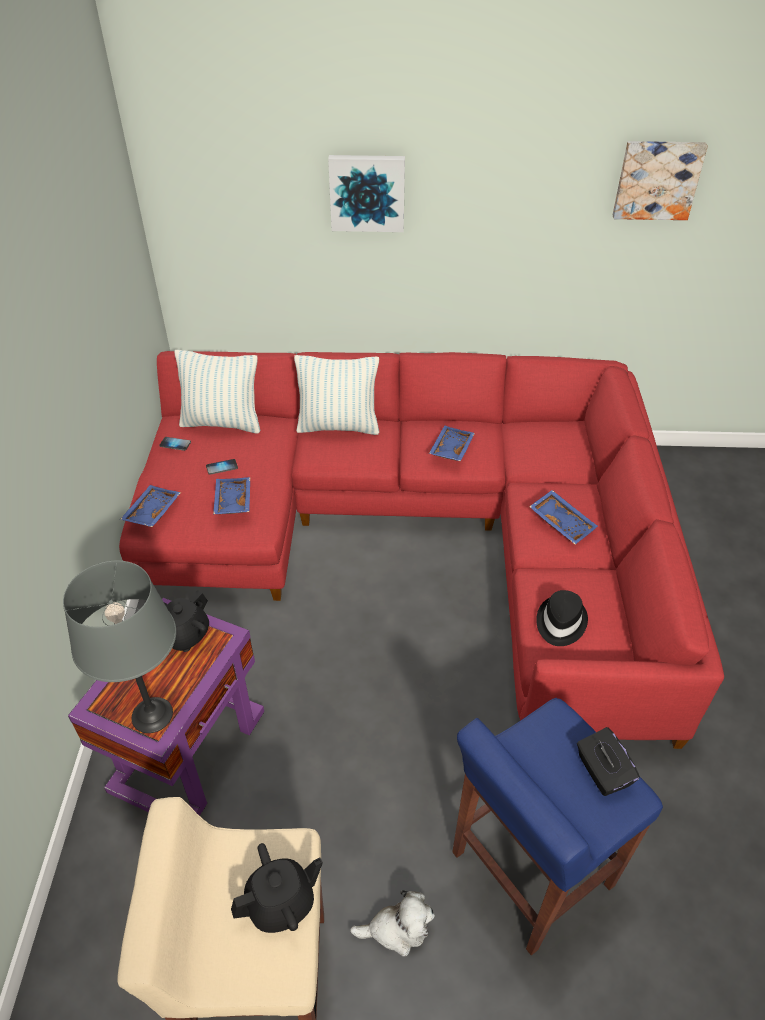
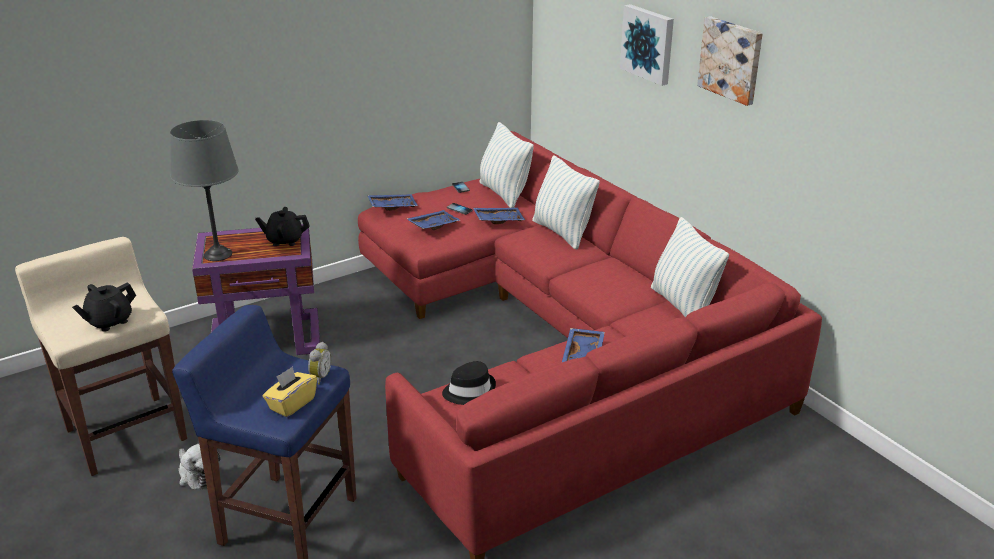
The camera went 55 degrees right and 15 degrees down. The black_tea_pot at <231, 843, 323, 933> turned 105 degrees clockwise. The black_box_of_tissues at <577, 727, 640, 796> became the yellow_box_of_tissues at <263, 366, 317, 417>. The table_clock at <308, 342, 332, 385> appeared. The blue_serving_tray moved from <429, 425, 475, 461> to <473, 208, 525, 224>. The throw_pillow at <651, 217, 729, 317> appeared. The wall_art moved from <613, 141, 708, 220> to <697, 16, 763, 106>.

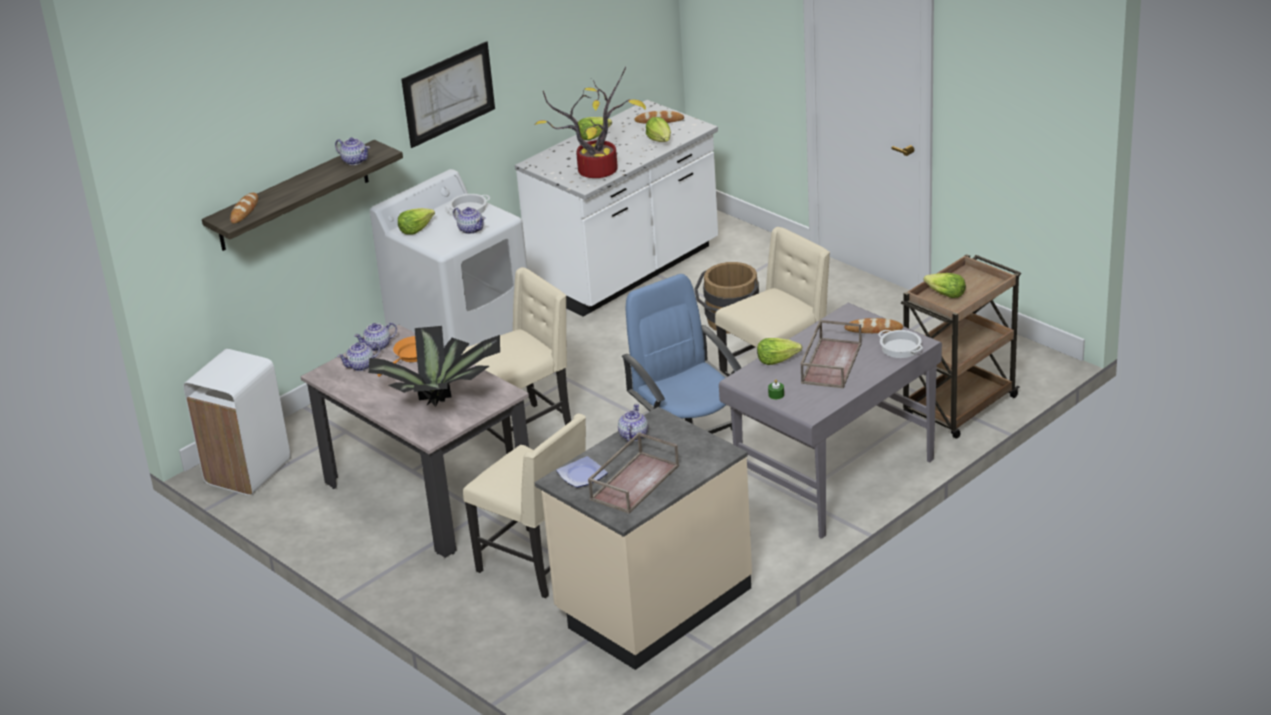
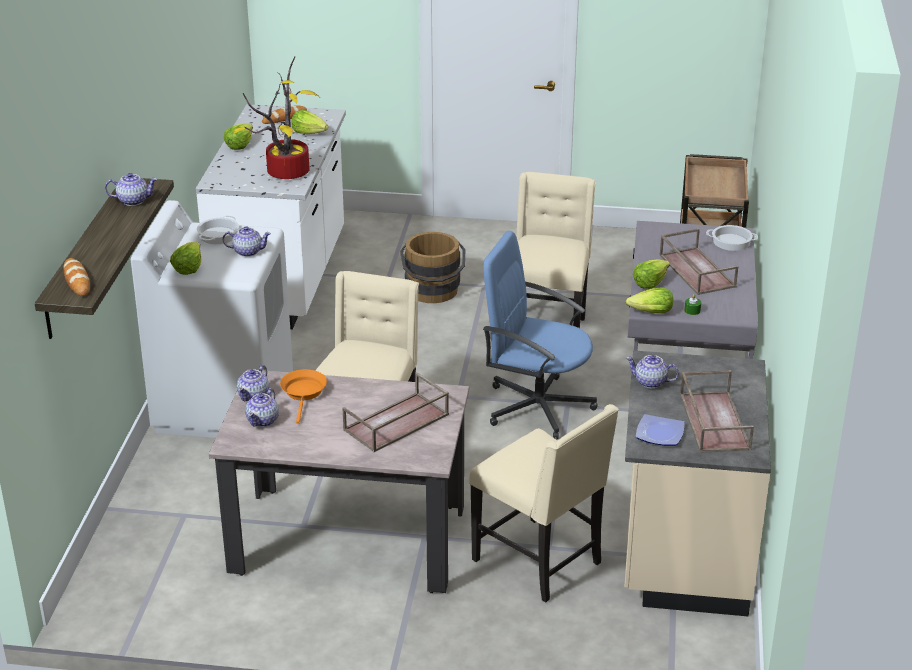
The camera went 40 degrees left and 0 degrees up. The houseplant at <368, 326, 500, 407> was replaced by the brownish_serving_tray at <342, 372, 449, 452>. The beige_chair at <463, 414, 586, 598> turned 45 degrees clockwise. The lettuce moved from <923, 273, 966, 298> to <626, 288, 673, 314>. The tea_pot at <618, 403, 648, 442> turned 45 degrees counterclockwise. The whitish_trash_can at <183, 349, 291, 495> disappeared. The wall_art at <401, 41, 495, 148> disappeared. The bread at <844, 318, 903, 333> disappeared.

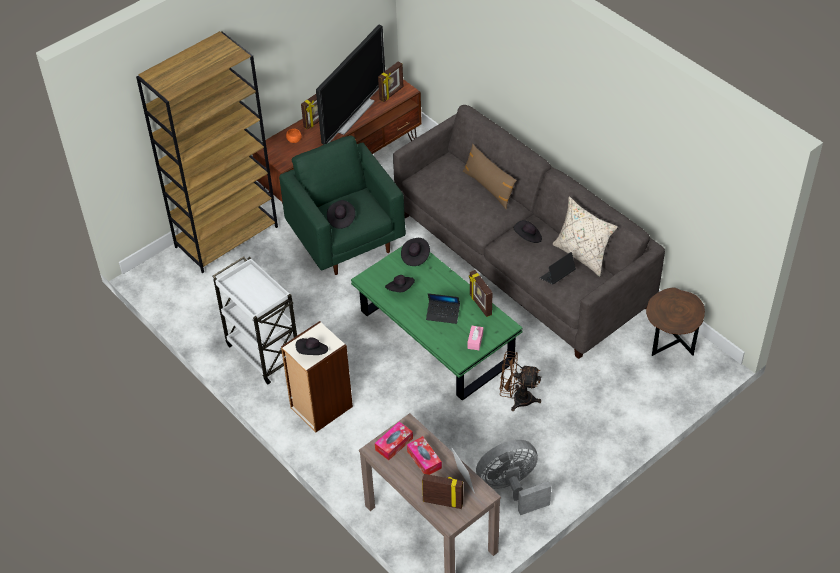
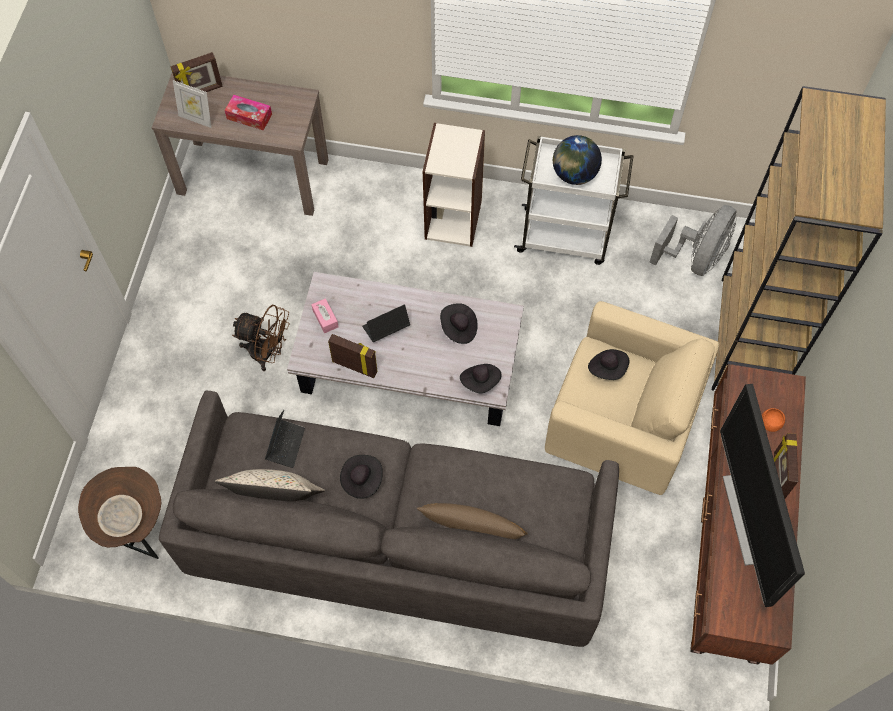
The camera went 140 degrees right and 15 degrees up. The beige_deep_dish at <97, 495, 142, 537> appeared. The brownish_electric_fan at <500, 351, 541, 411> turned 45 degrees clockwise. The greenish_low_table at <351, 246, 523, 401> became the whitish_low_table at <287, 272, 524, 426>. The greenish_armchair at <279, 136, 406, 275> became the beige_armchair at <545, 301, 719, 495>. The desk_globe at <553, 135, 602, 185> appeared. The gray_electric_fan moved from <476, 440, 552, 515> to <650, 205, 737, 276>. The black_hat at <296, 337, 328, 355> disappeared. The box_of_tissues at <375, 422, 413, 460> disappeared. The picture_frame at <378, 61, 403, 102> disappeared.

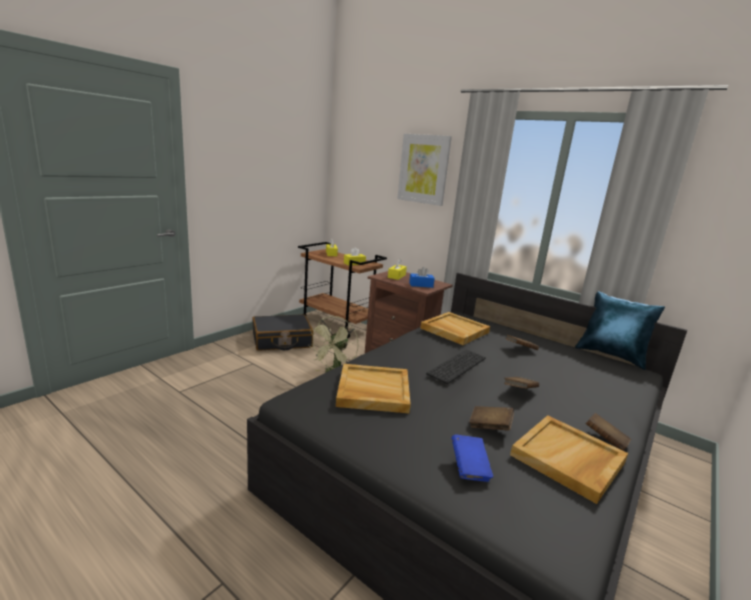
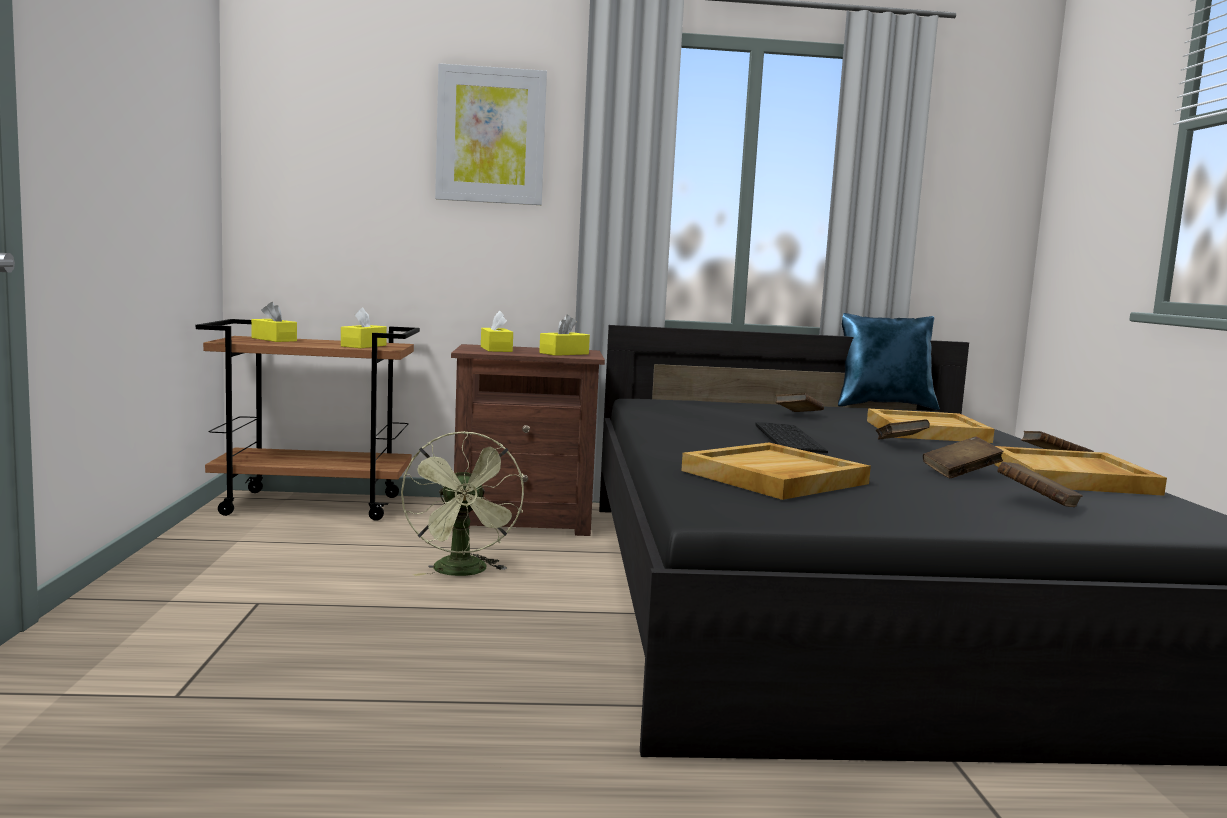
The camera went 40 degrees left and 10 degrees down. The blue_box_of_tissues at <409, 267, 435, 288> became the yellow_box_of_tissues at <539, 315, 590, 356>. The beige_serving_tray moved from <420, 312, 490, 345> to <867, 409, 995, 443>. The blue_book at <451, 434, 493, 482> became the brownish_book at <997, 462, 1083, 507>. The black_piece_of_luggage at <252, 314, 313, 351> disappeared.

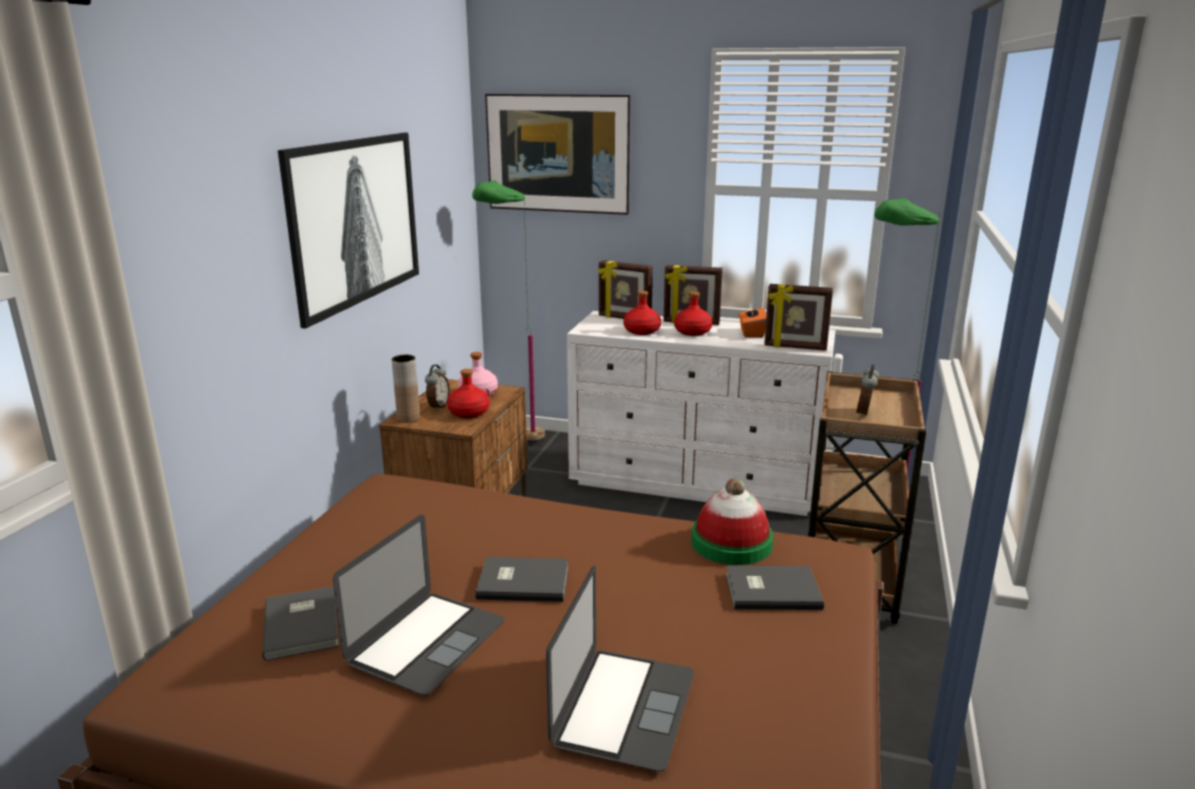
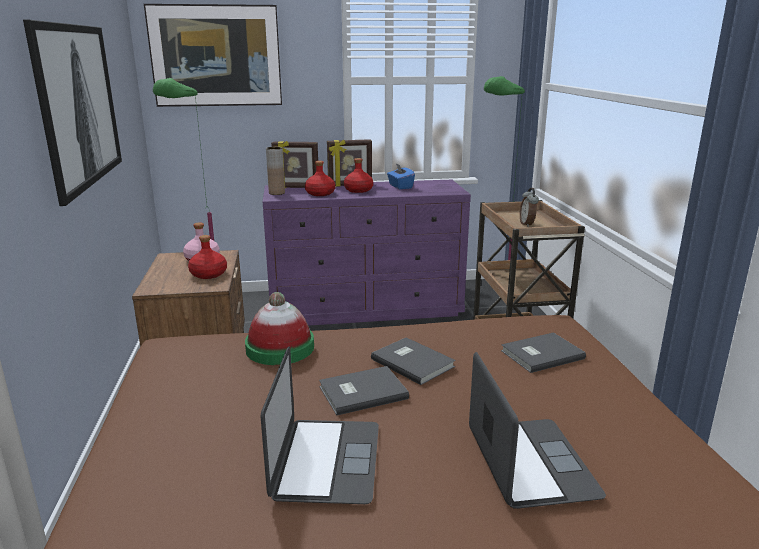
The camera went 25 degrees left and 0 degrees up. The hat moved from <691, 478, 773, 565> to <245, 292, 314, 365>. The whitish_dresser at <567, 311, 836, 516> became the purplish_dresser at <263, 180, 471, 326>. The brownish_decorative_vase moved from <392, 355, 420, 423> to <266, 147, 285, 195>. The gray_book moved from <262, 586, 339, 661> to <371, 337, 456, 385>. The orange_box_of_tissues at <739, 302, 767, 337> became the blue_box_of_tissues at <387, 163, 415, 189>. The table_clock at <425, 364, 450, 411> disappeared. The picture_frame at <764, 284, 833, 351> disappeared.

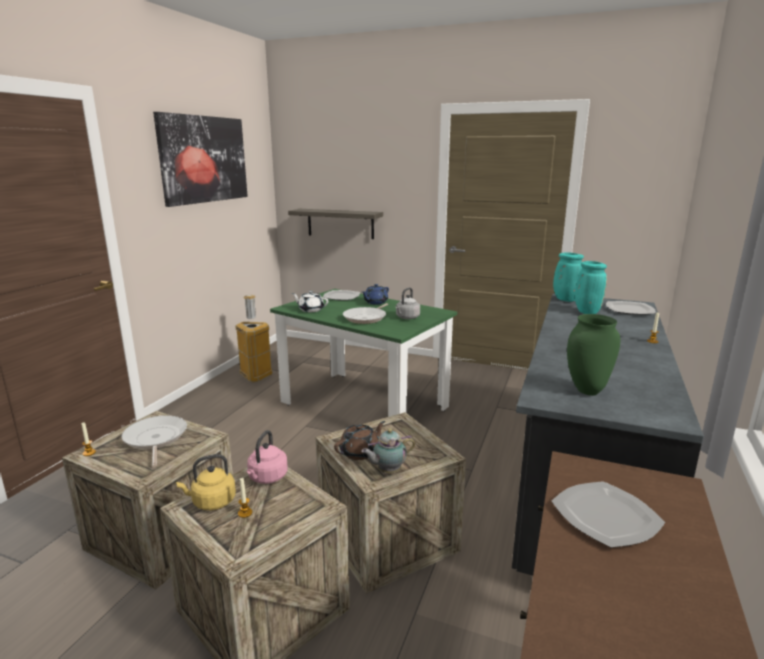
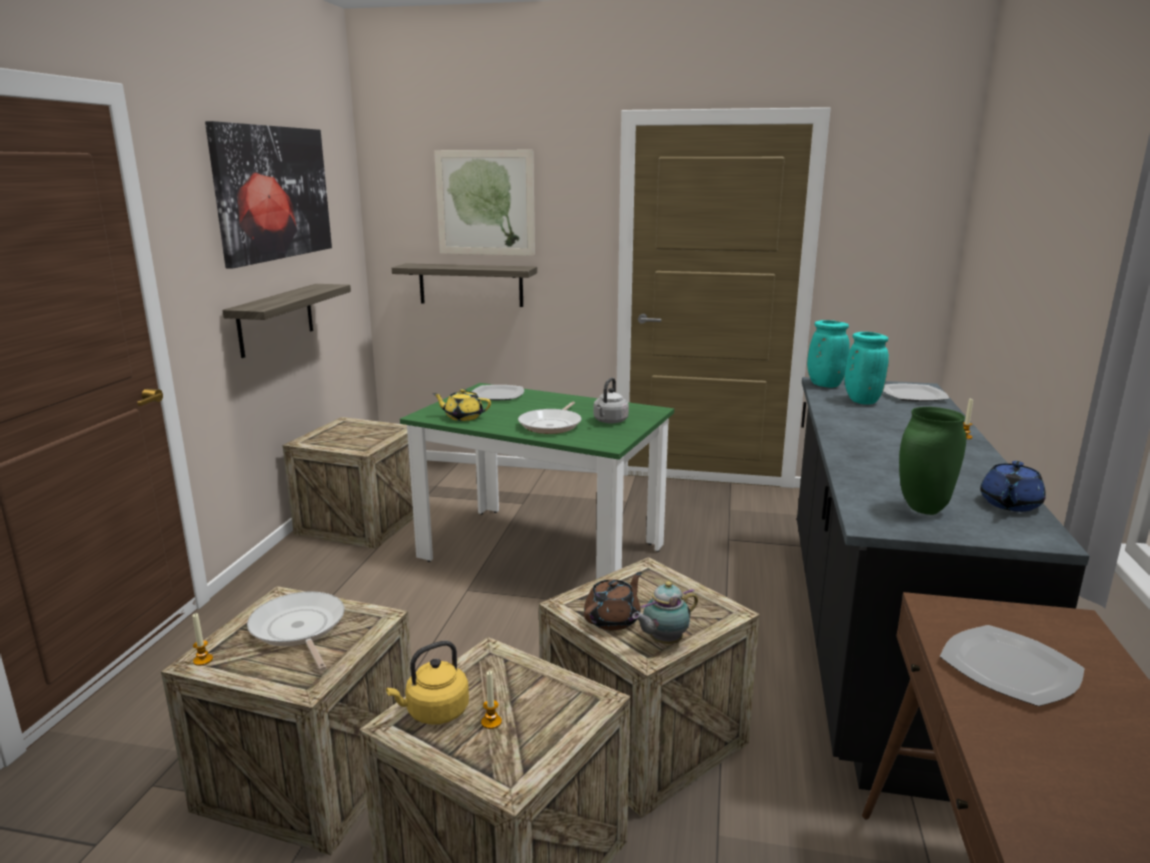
The camera went 10 degrees left and 0 degrees up. The bracket_shelf at <222, 284, 351, 358> appeared. The trash_can at <235, 295, 273, 382> was replaced by the packing_crate at <282, 417, 413, 549>. The whitish_tea_pot at <292, 291, 328, 312> became the yellow_tea_pot at <433, 389, 491, 421>. The wall_art at <434, 150, 535, 256> appeared. The blue_tea_pot moved from <362, 284, 389, 305> to <980, 461, 1046, 512>. The pinkish_water_kettle at <247, 430, 288, 484> disappeared.

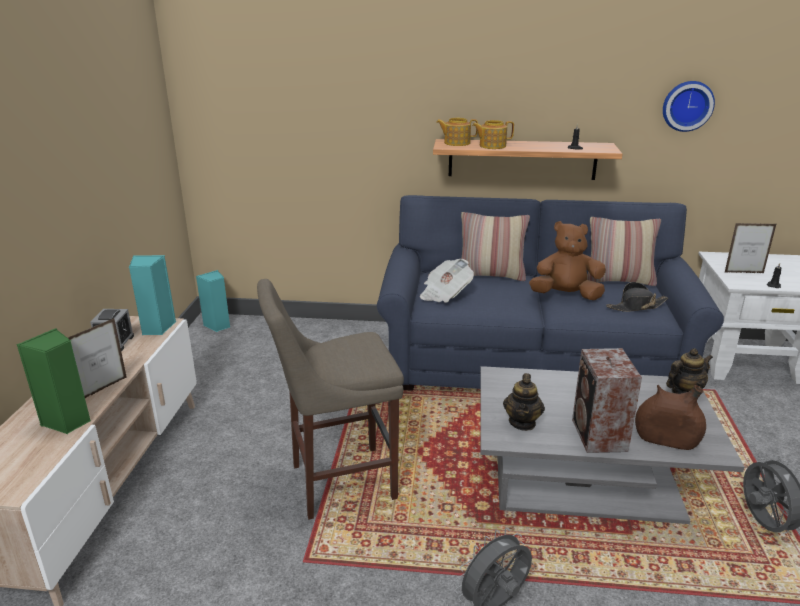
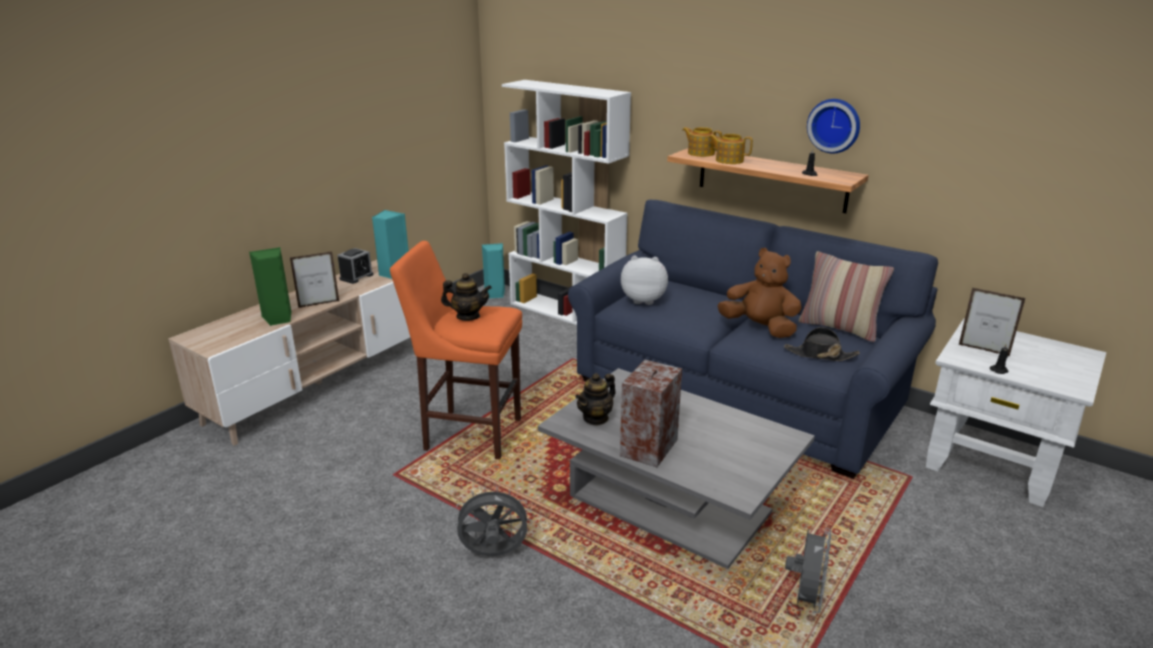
The camera went 30 degrees right and 0 degrees up. The beige_stool_seat at <257, 279, 404, 520> became the orange_stool_seat at <390, 241, 522, 459>. The tea_pot moved from <666, 348, 713, 394> to <441, 273, 492, 321>. The whitish_shelving_unit at <502, 80, 631, 325> appeared. The newspaper at <420, 259, 474, 303> was replaced by the soft_toy at <621, 256, 668, 305>. The hanging_clock moved from <663, 81, 715, 132> to <807, 99, 860, 153>. The throw_pillow at <461, 212, 530, 281> disappeared. The brownish_decorative_vase at <635, 385, 706, 450> disappeared.

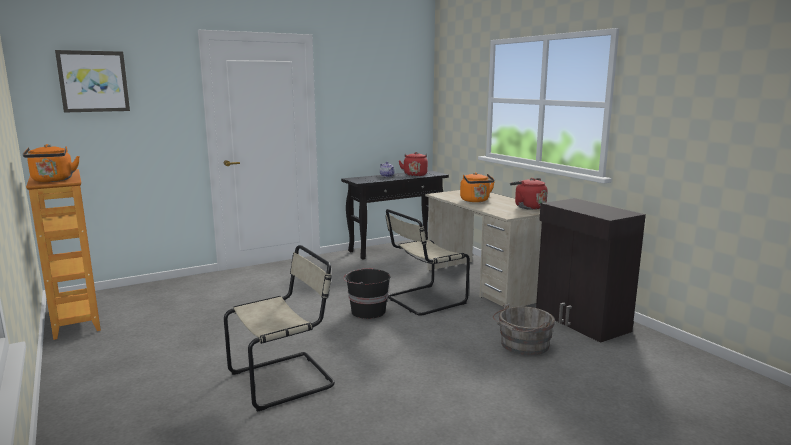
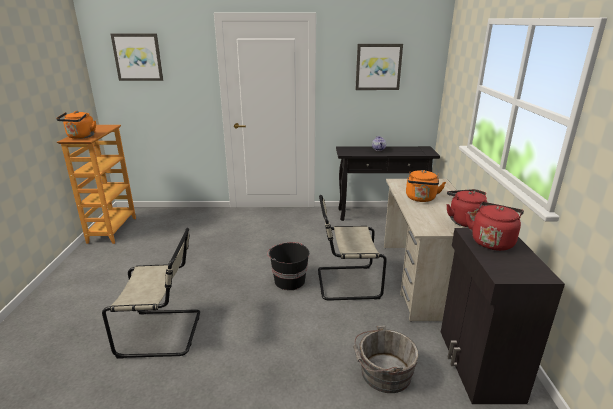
The camera went 30 degrees right and 10 degrees up. The wall_art at <355, 44, 403, 90> appeared. The red_water_kettle moved from <398, 152, 428, 176> to <466, 202, 524, 251>.

